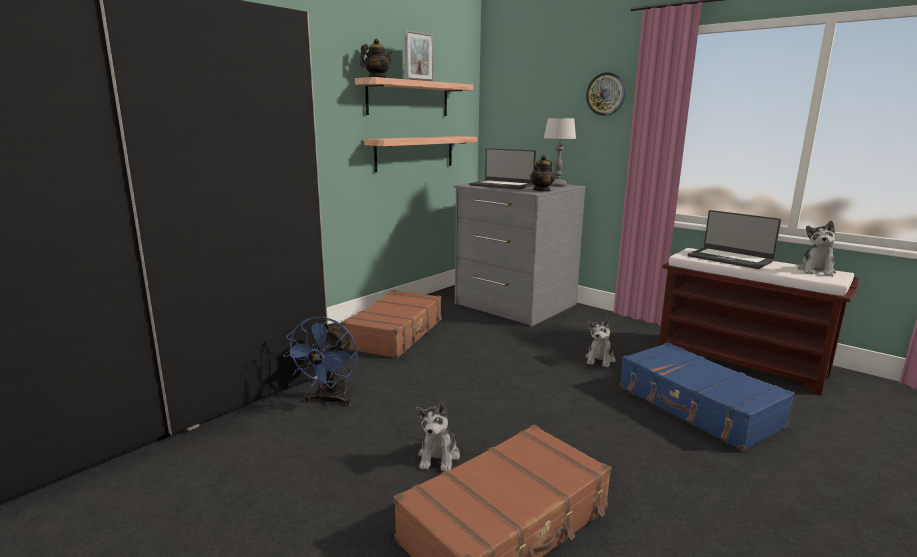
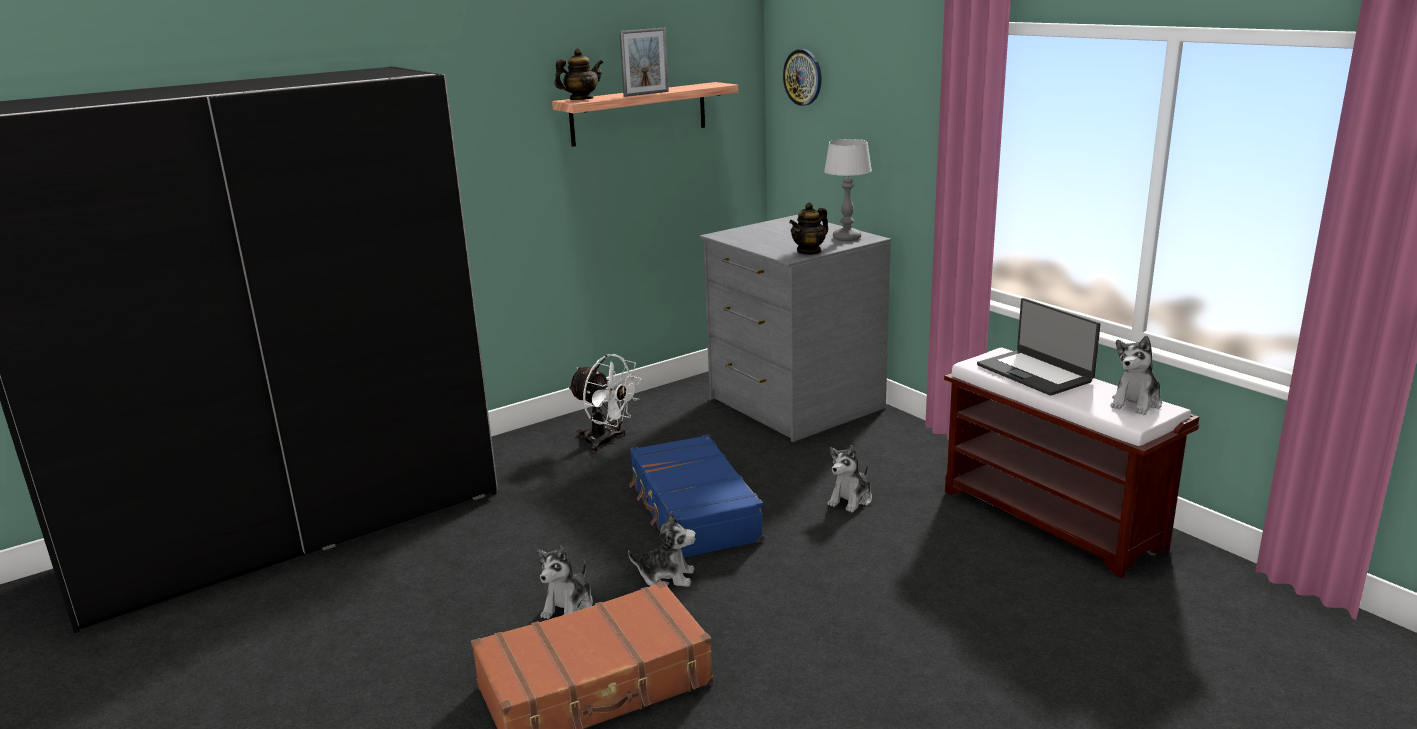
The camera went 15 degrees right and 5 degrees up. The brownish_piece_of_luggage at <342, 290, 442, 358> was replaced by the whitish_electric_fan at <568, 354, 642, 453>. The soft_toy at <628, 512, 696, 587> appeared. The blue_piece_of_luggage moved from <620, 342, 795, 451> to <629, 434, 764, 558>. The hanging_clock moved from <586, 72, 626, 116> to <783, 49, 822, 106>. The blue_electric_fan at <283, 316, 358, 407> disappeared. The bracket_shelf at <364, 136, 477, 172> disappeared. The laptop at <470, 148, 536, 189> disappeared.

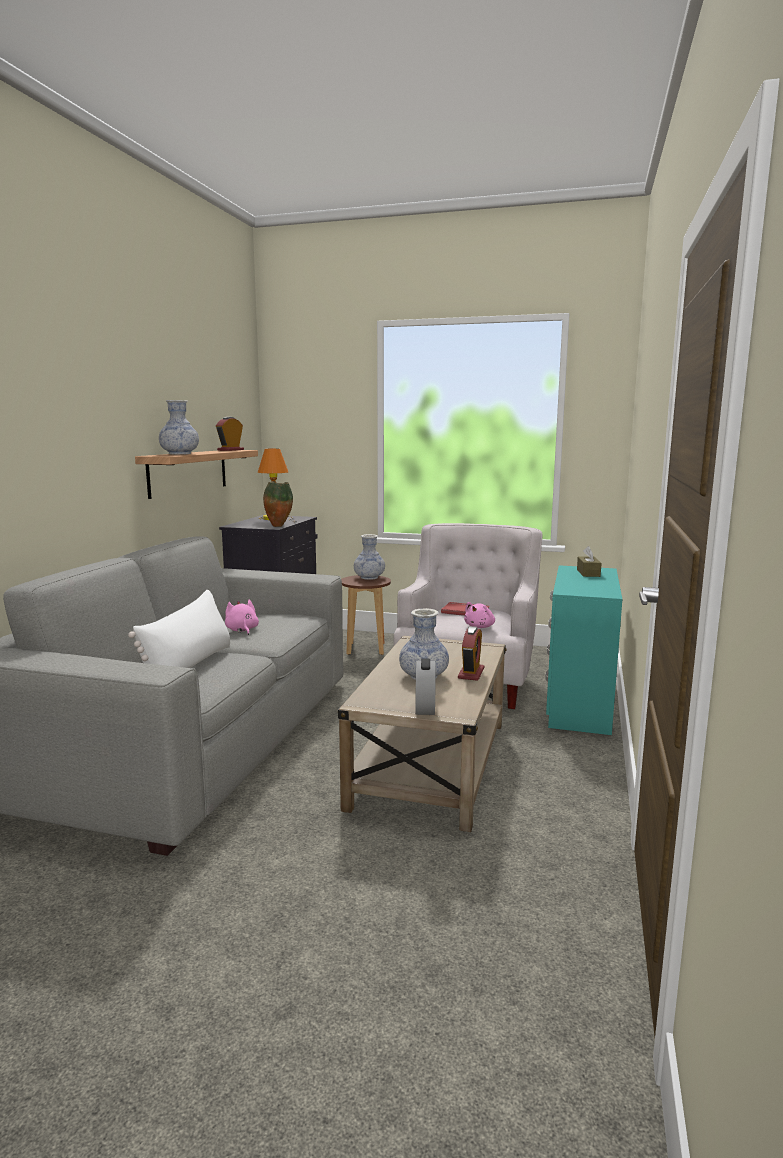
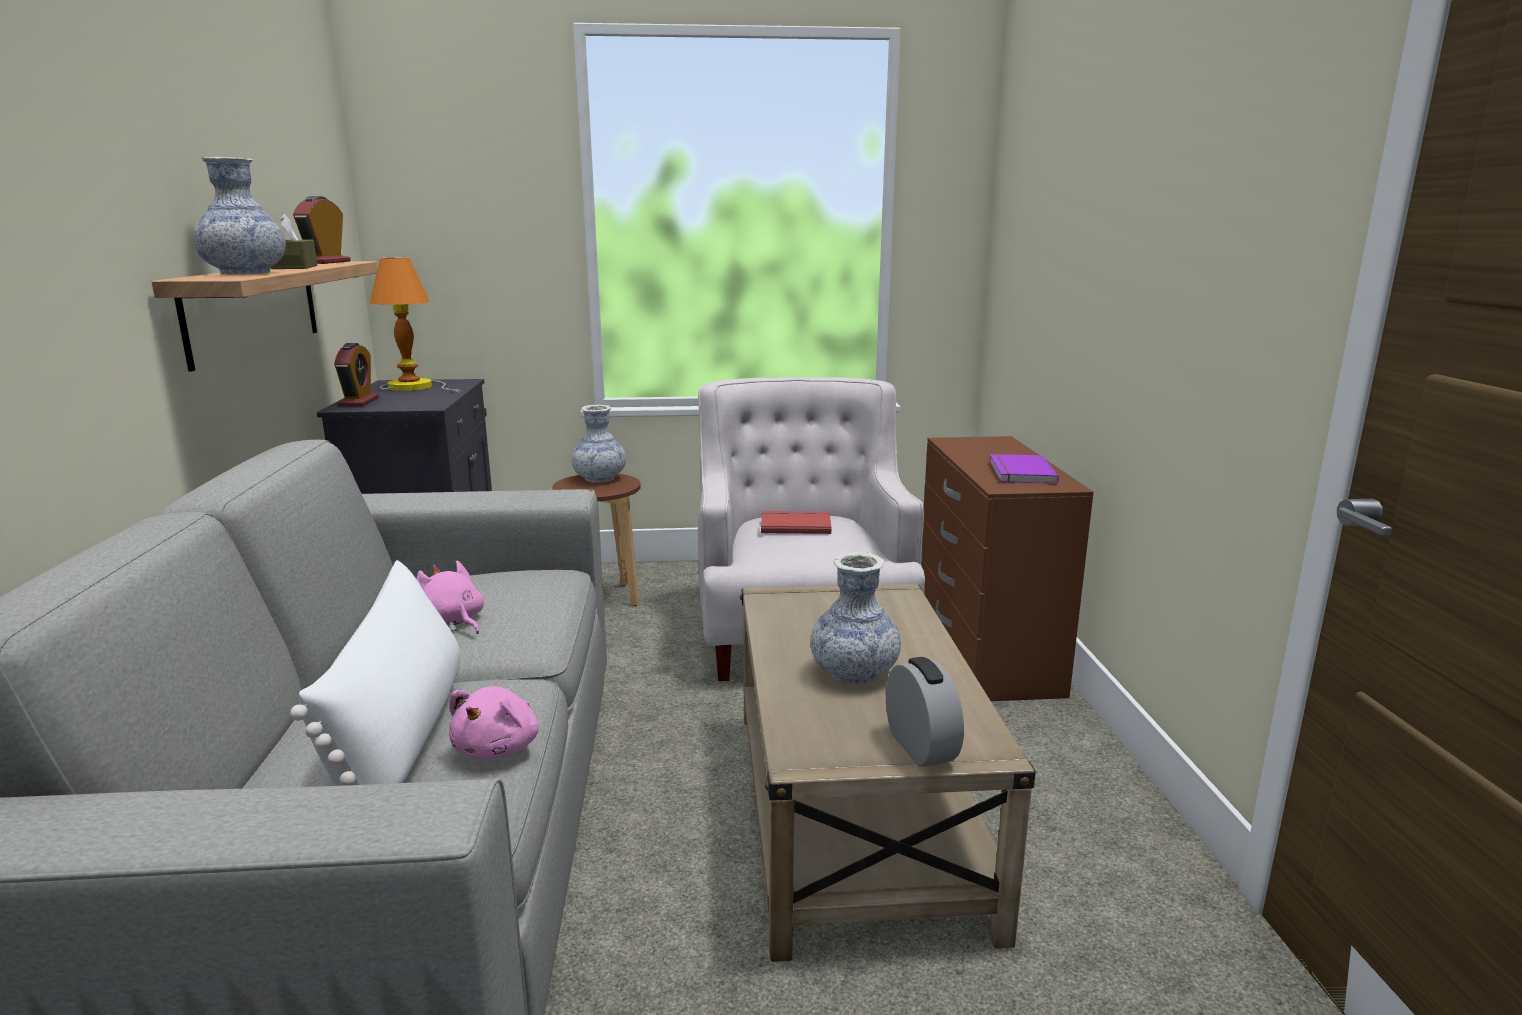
The camera went 20 degrees left and 5 degrees up. The brownish_box_of_tissues moved from <577, 546, 601, 577> to <271, 214, 317, 269>. The table_clock moved from <458, 626, 484, 681> to <334, 343, 379, 406>. The pinkish_soft_toy moved from <464, 602, 495, 628> to <449, 686, 539, 759>. The turquoise_dresser at <545, 565, 622, 735> became the brownish_dresser at <921, 436, 1094, 701>. The purplish_book at <989, 454, 1059, 484> appeared. The decorative_vase at <263, 481, 293, 527> disappeared.

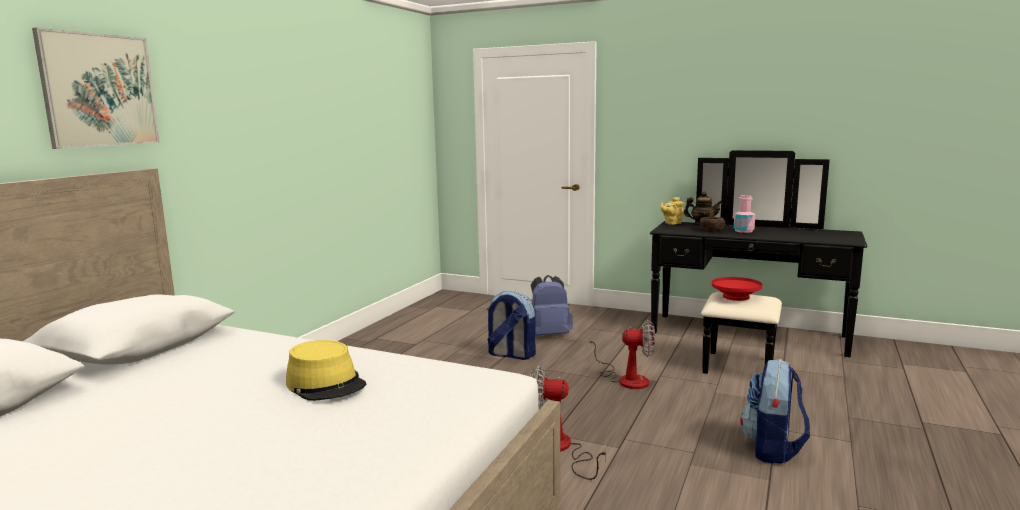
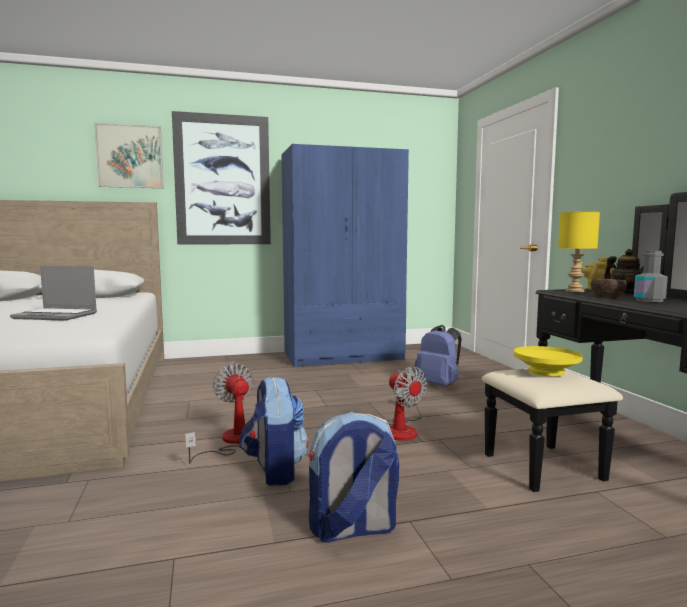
The camera went 50 degrees right and 5 degrees down. The yellow_hat at <286, 340, 366, 401> was replaced by the laptop at <10, 266, 97, 321>. The wall_art at <172, 111, 271, 245> appeared. The rucksack moved from <487, 291, 536, 360> to <239, 376, 308, 485>. The blue_armoire at <282, 144, 409, 367> appeared. The red_deep_dish at <712, 277, 762, 301> became the yellow_deep_dish at <514, 346, 583, 376>. The yellow_lamp_for_a_table at <558, 212, 600, 292> appeared. The pinkish_drink_bottle at <734, 195, 755, 233> became the gray_drink_bottle at <634, 250, 668, 302>.

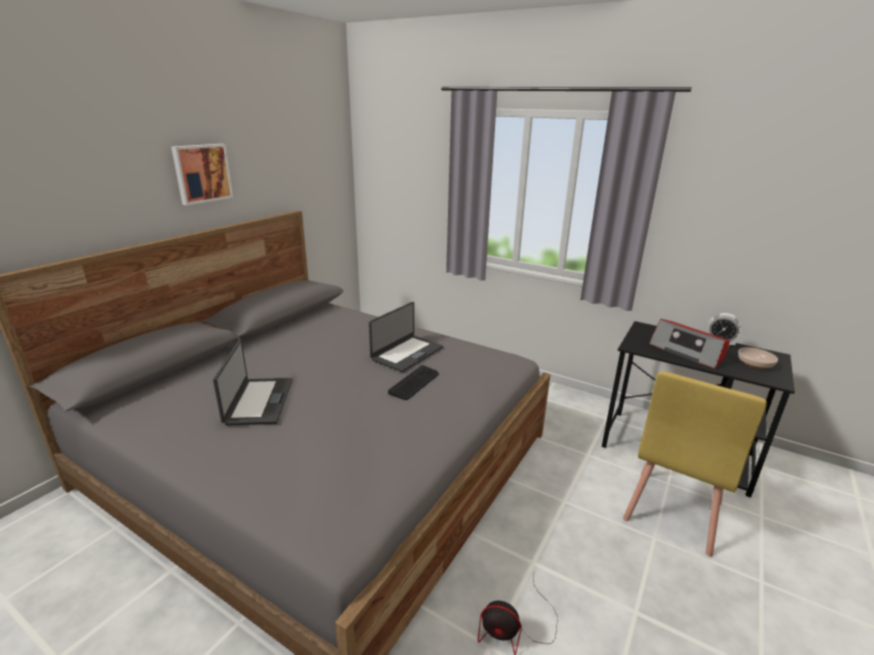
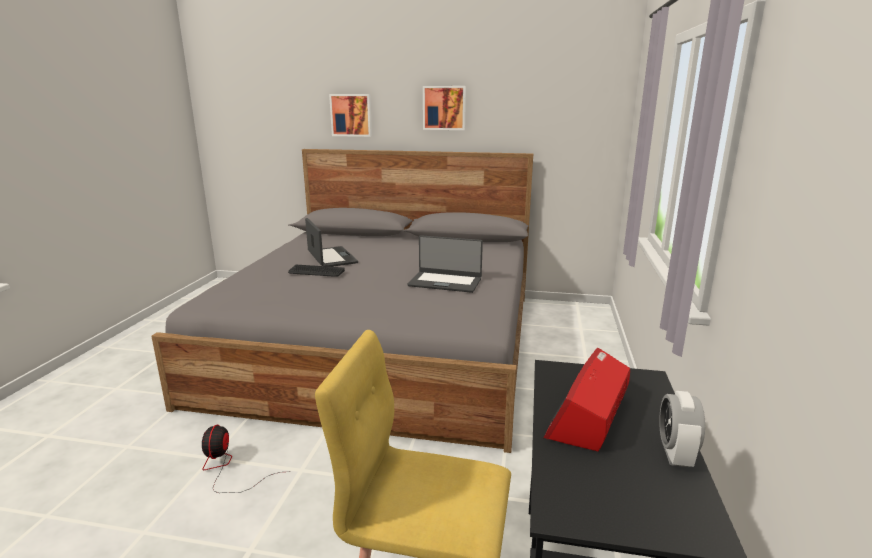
The camera went 70 degrees right and 5 degrees down. The keyboard moved from <388, 365, 439, 400> to <288, 265, 345, 277>. The laptop at <213, 340, 293, 426> turned 90 degrees counterclockwise. The wall_art at <329, 94, 372, 137> appeared. The deep_dish at <738, 347, 778, 369> disappeared.

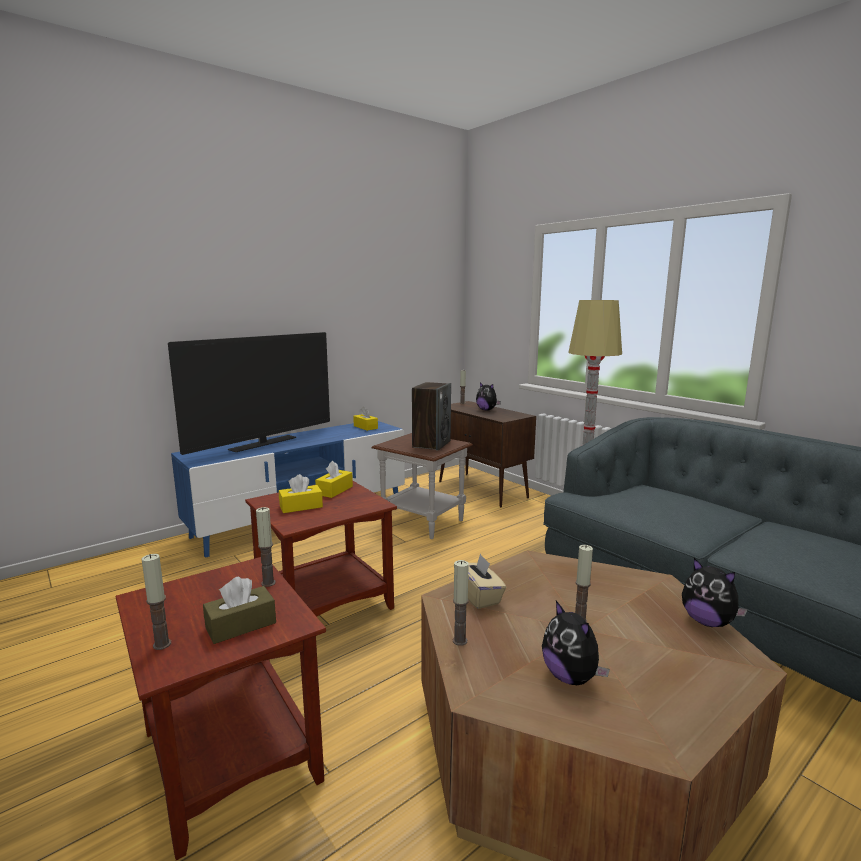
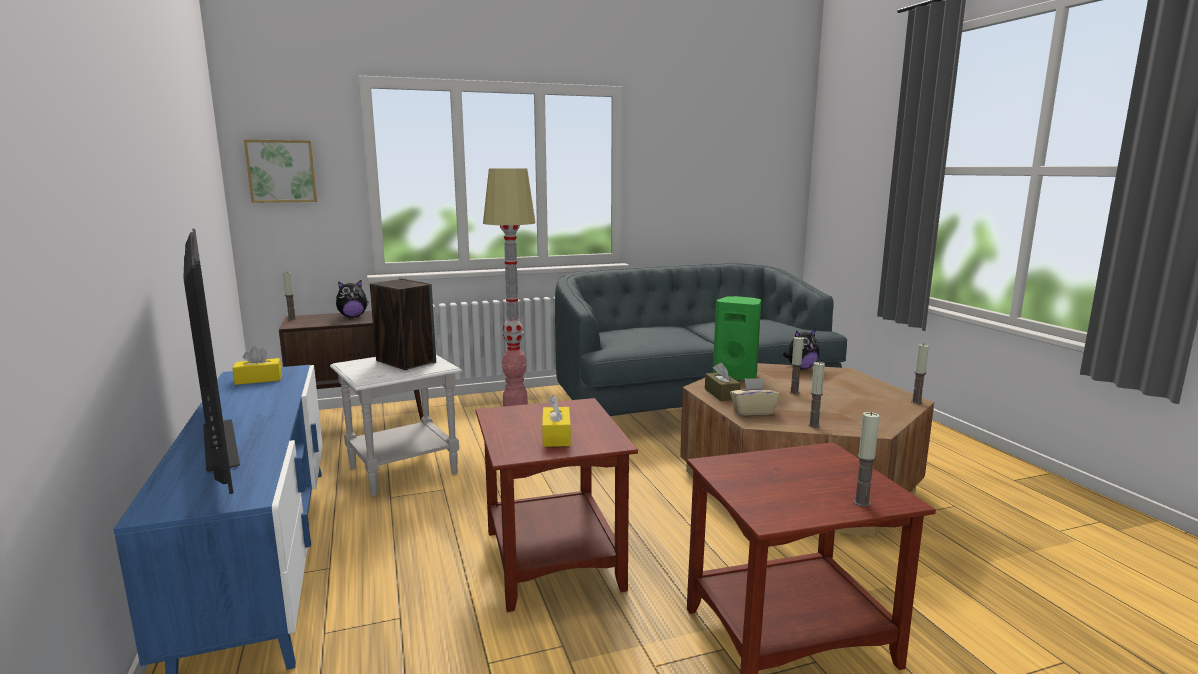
The camera went 70 degrees left and 0 degrees up. The wall_art at <244, 140, 317, 203> appeared. The brownish_accent_table at <371, 433, 473, 539> became the whitish_accent_table at <330, 355, 463, 496>. The brownish_box_of_tissues moved from <203, 576, 276, 644> to <705, 362, 741, 401>. The greenish_audio_speaker at <713, 296, 761, 381> appeared. The wax_candle moved from <256, 507, 276, 587> to <911, 344, 929, 404>. The yellow_box_of_tissues at <315, 461, 353, 498> disappeared. The soft_toy at <542, 601, 610, 685> disappeared.

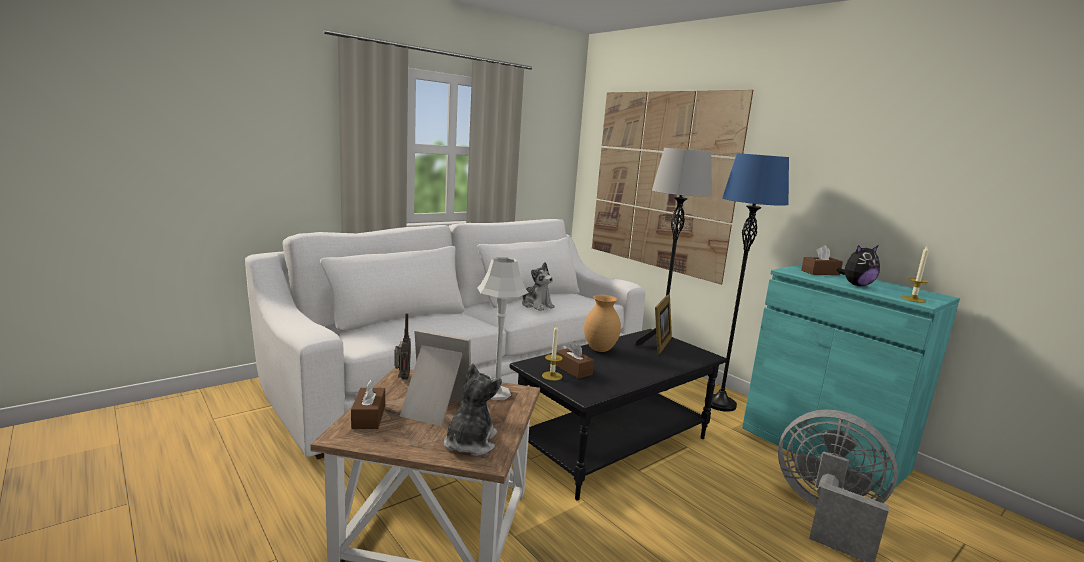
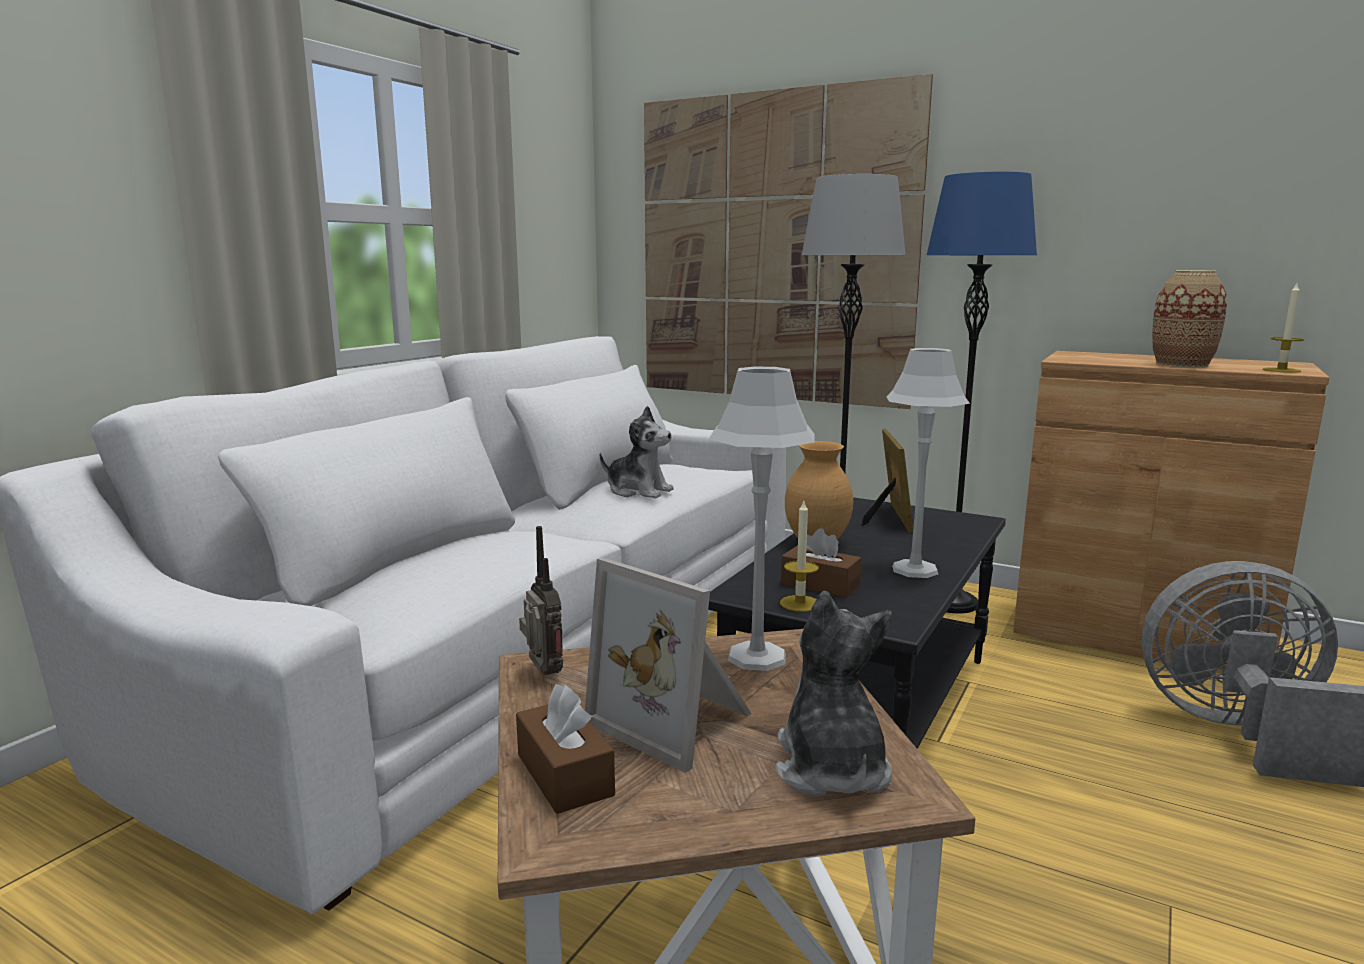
The camera went 20 degrees left and 0 degrees up. The picture_frame at <399, 329, 471, 426> turned 135 degrees counterclockwise. The gray_lamp_for_a_table at <887, 348, 970, 578> appeared. The turquoise_cabinet at <742, 264, 960, 496> became the brownish_cabinet at <1013, 351, 1329, 673>. The soft_toy at <837, 245, 880, 286> was replaced by the decorative_vase at <1152, 270, 1227, 368>. The brownish_box_of_tissues at <801, 245, 843, 275> disappeared.

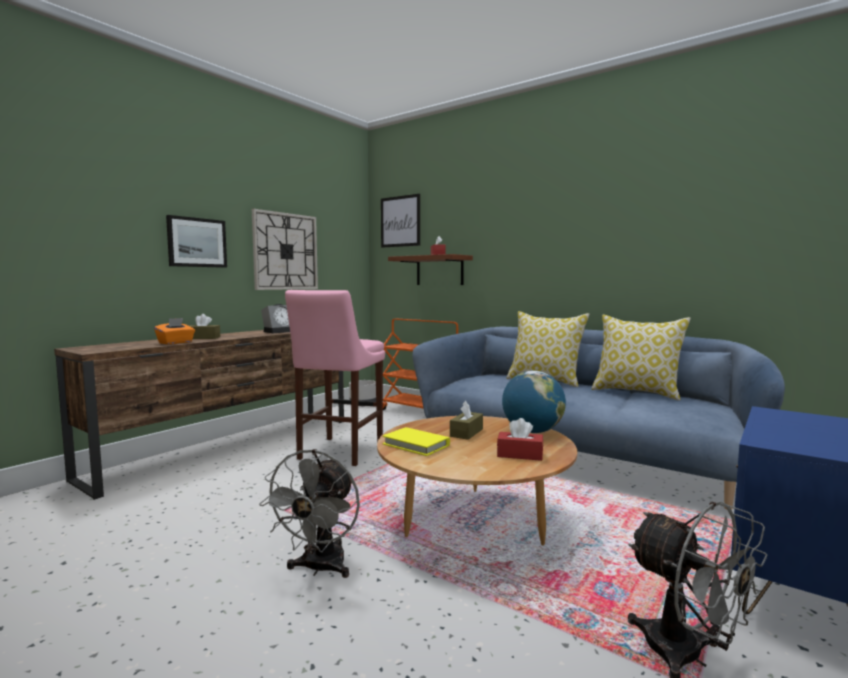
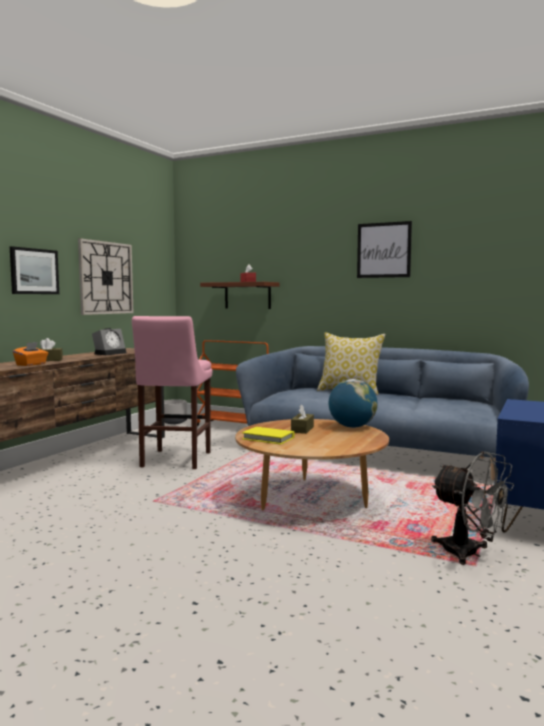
The camera went 10 degrees left and 0 degrees up. The wall_art moved from <381, 194, 420, 248> to <357, 221, 412, 278>. The gray_electric_fan at <259, 449, 360, 578> disappeared. The red_box_of_tissues at <497, 418, 543, 461> disappeared. The throw_pillow at <592, 315, 691, 401> disappeared.

